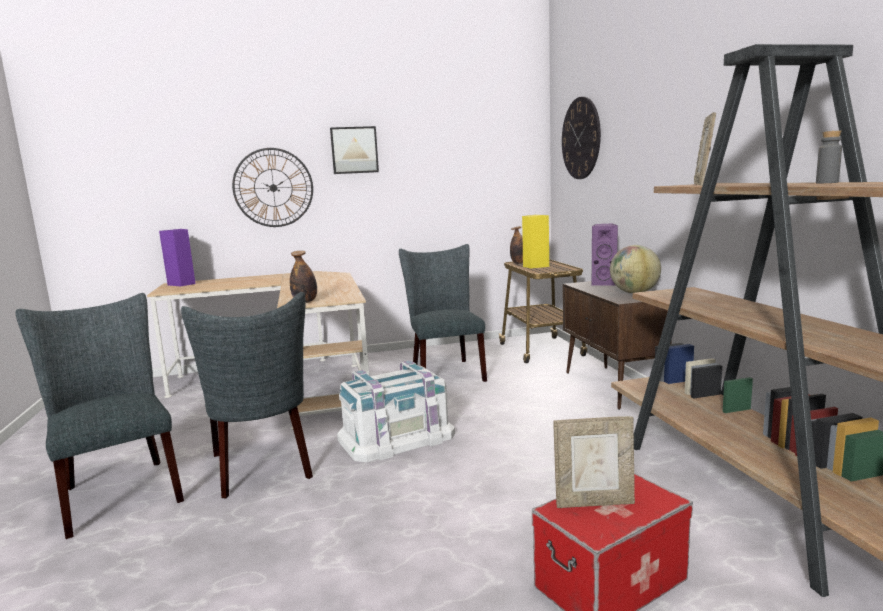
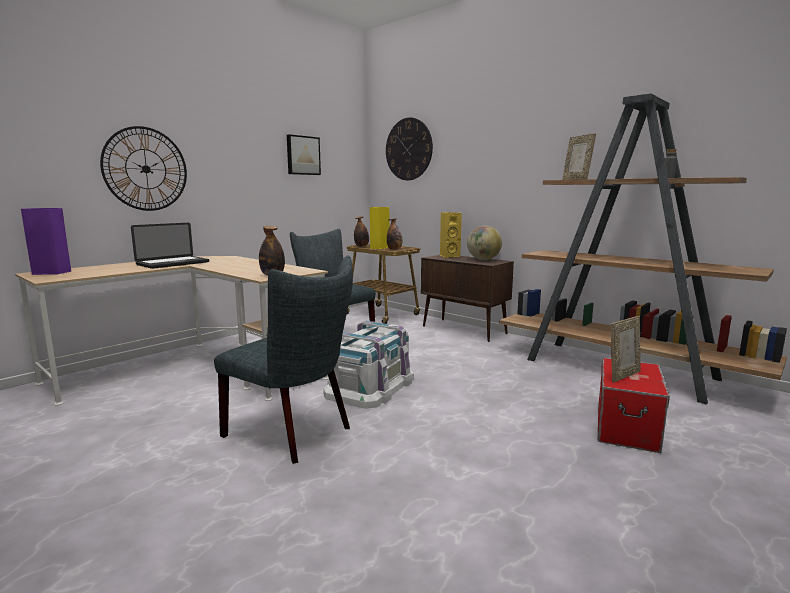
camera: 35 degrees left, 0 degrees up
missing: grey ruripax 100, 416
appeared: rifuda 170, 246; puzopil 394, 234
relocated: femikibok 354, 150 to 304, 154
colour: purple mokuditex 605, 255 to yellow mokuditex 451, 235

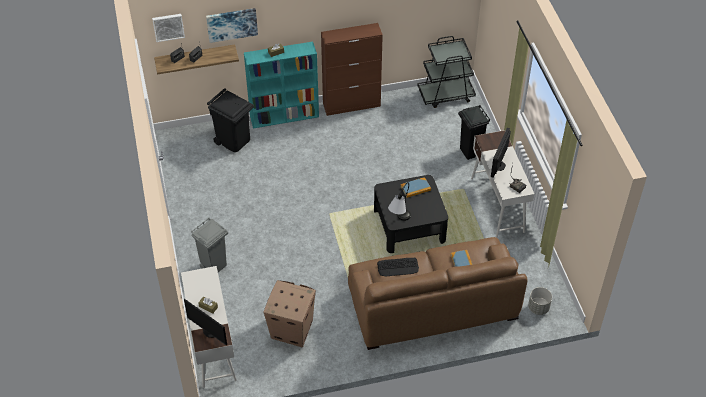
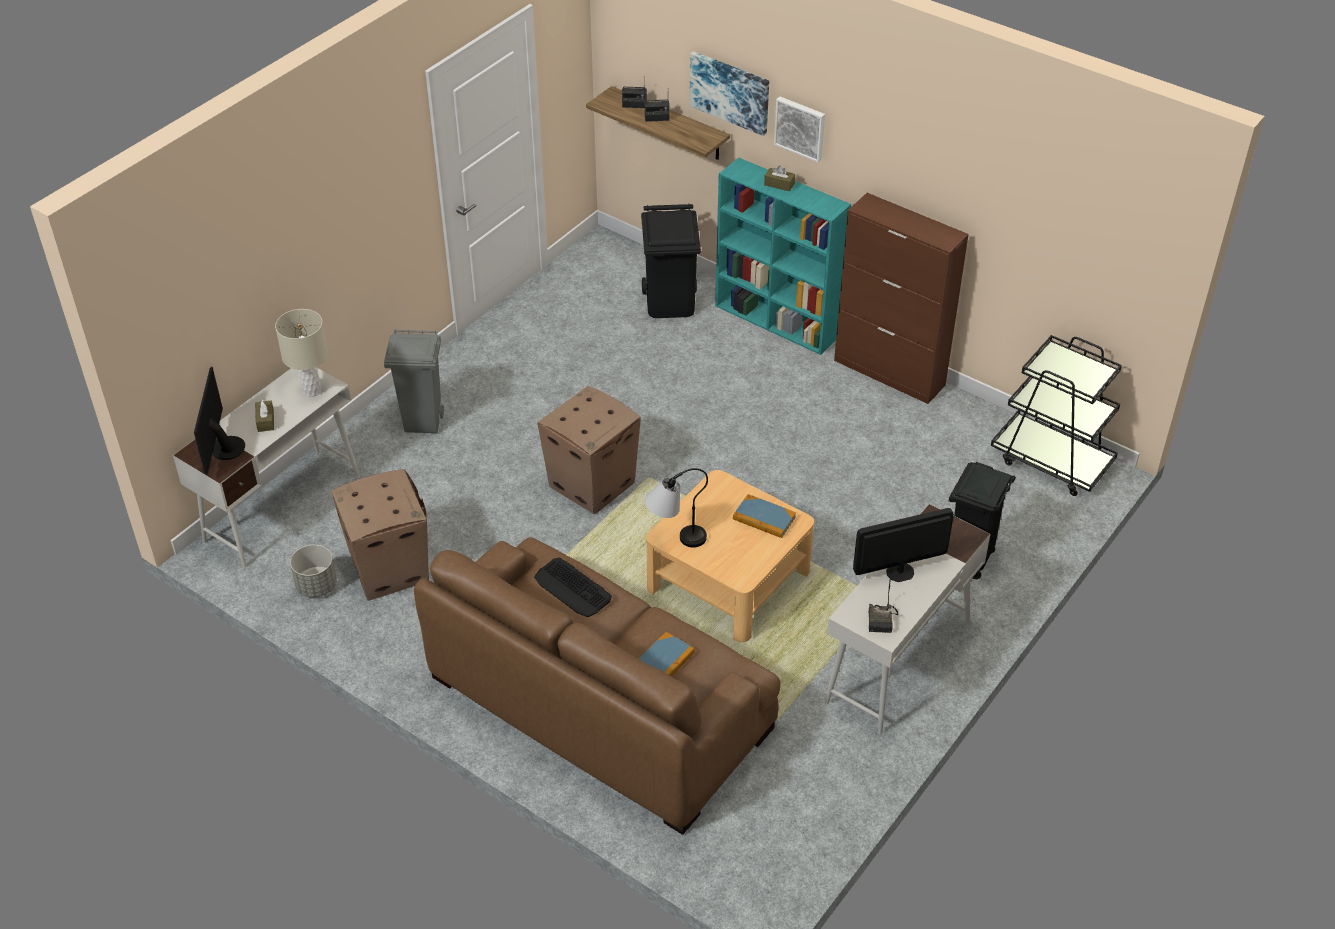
camera: 50 degrees right, 5 degrees down
appeared: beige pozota 301, 353; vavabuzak 589, 450
relocated: femikibok 168, 28 to 799, 129; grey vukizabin 540, 301 to 313, 571
colour: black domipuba 411, 214 to beige domipuba 730, 556

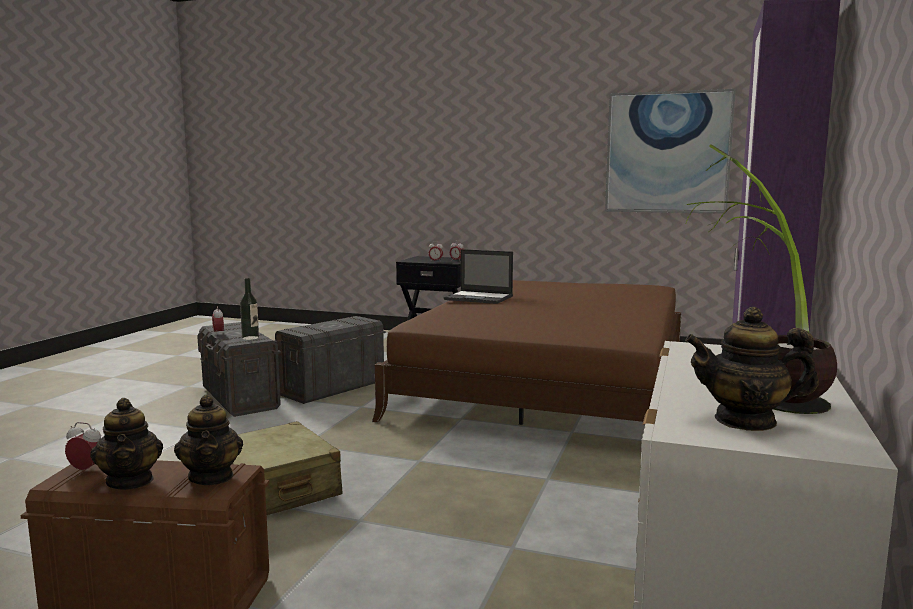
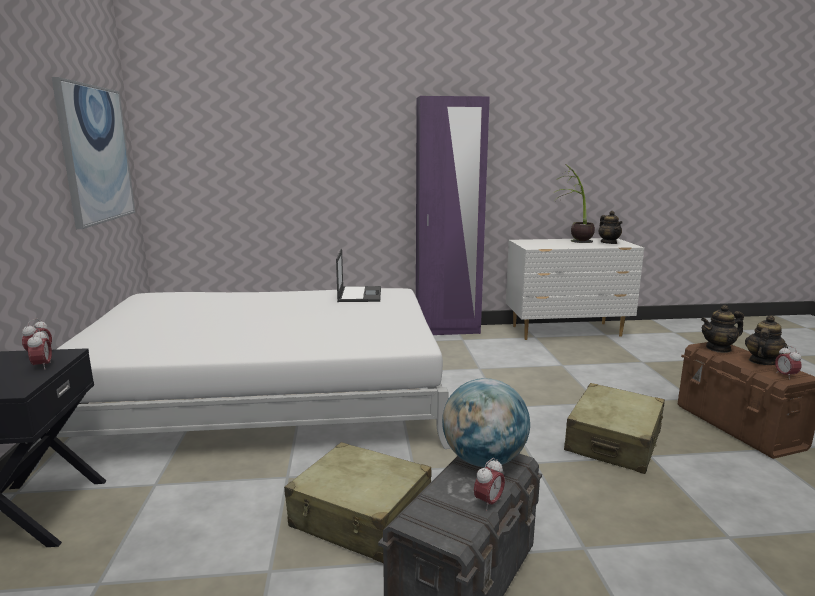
camera: 115 degrees left, 5 degrees up
relocated: rifuda 478, 276 to 358, 275
exchanged: puzopil 249, 309 to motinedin 486, 422; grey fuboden 329, 360 to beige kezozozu 358, 502
colour: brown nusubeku 526, 352 to white nusubeku 240, 380
spun: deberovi 208, 440 = 722, 329 150 degrees counterclockwise

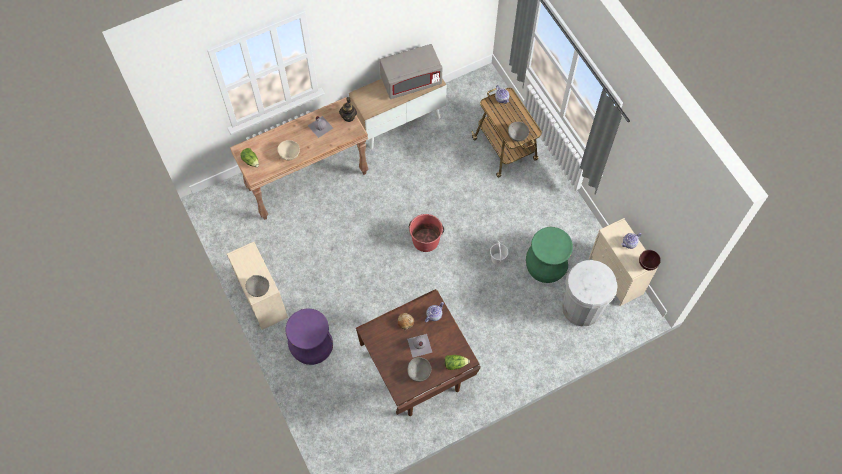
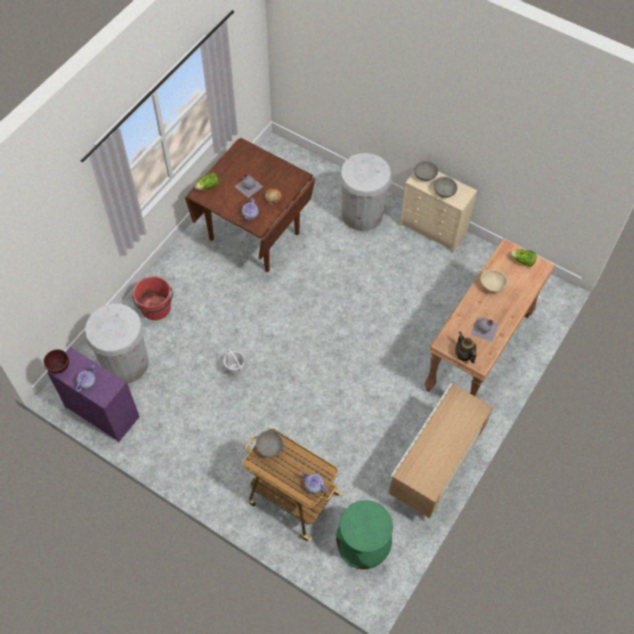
camera: 150 degrees right, 5 degrees down
missing: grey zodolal 411, 71
relocated: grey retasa 419, 369 to 445, 187; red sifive 426, 233 to 152, 298; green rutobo 549, 255 to 364, 534
exchanged: purple rutobo 309, 336 to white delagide 365, 192
colour: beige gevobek 623, 262 to purple gevobek 93, 394

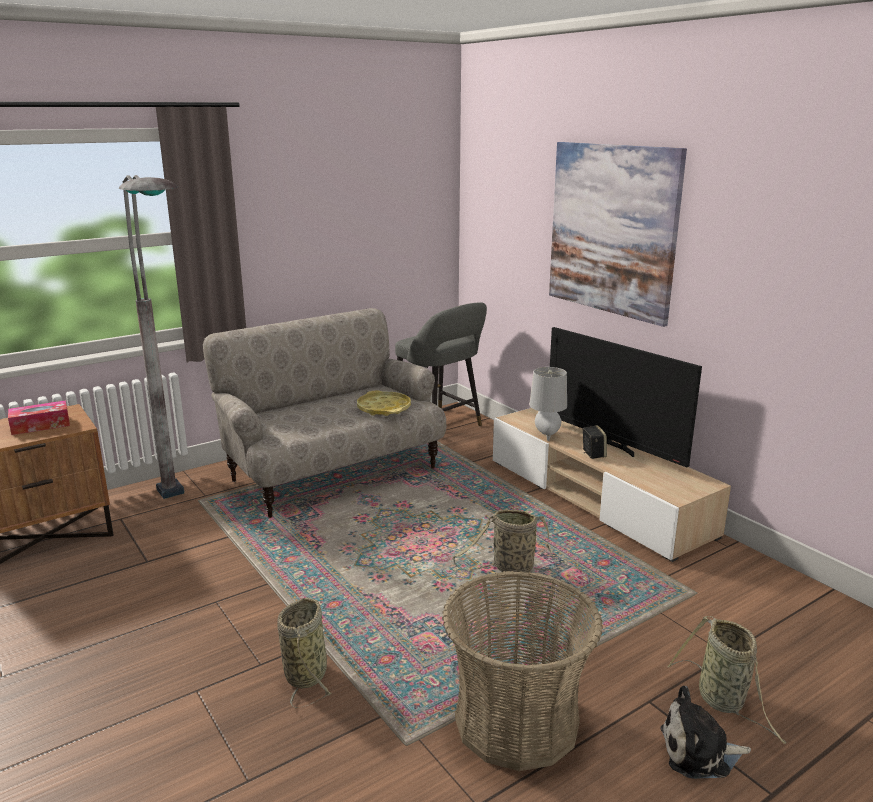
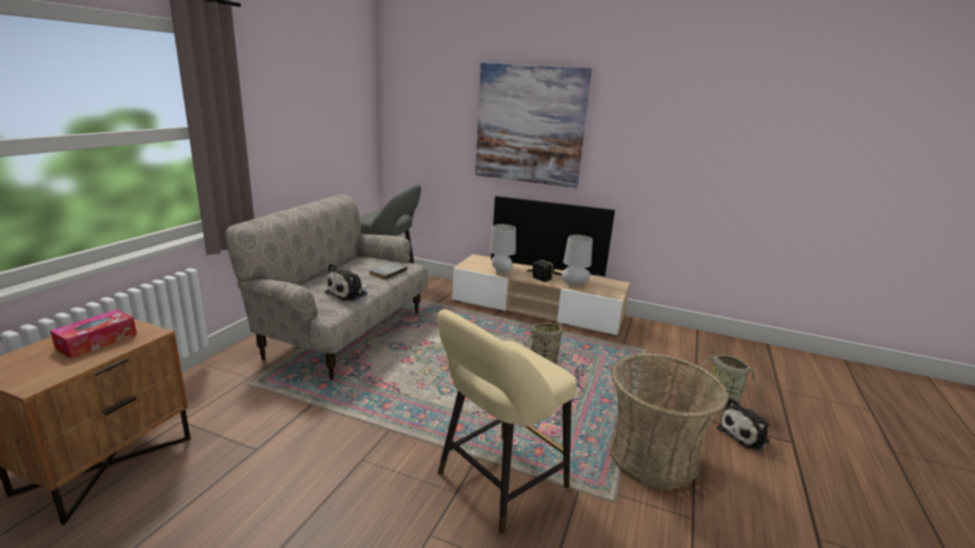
camera: 35 degrees left, 0 degrees up
missing: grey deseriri 151, 337
appeared: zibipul 346, 282; grey pozota 577, 261
exchanged: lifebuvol 304, 652 to beige rutobo 507, 421; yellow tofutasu 384, 403 to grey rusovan 388, 271

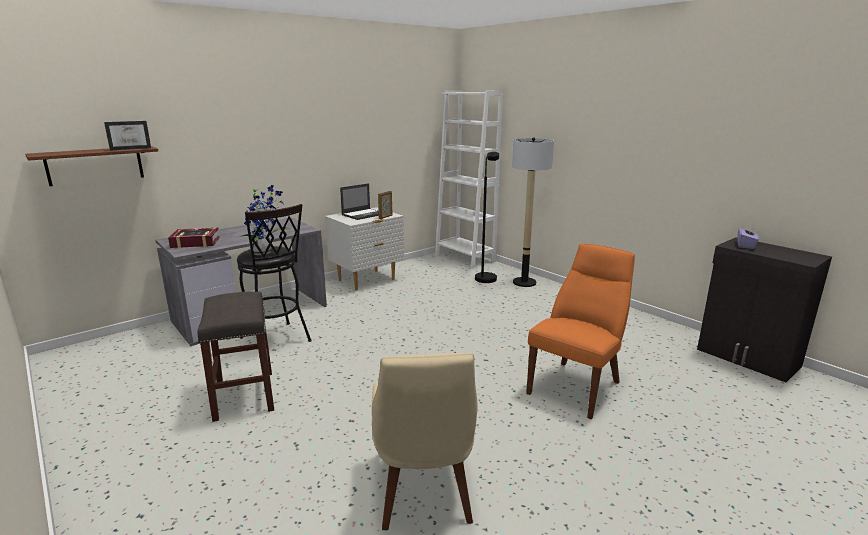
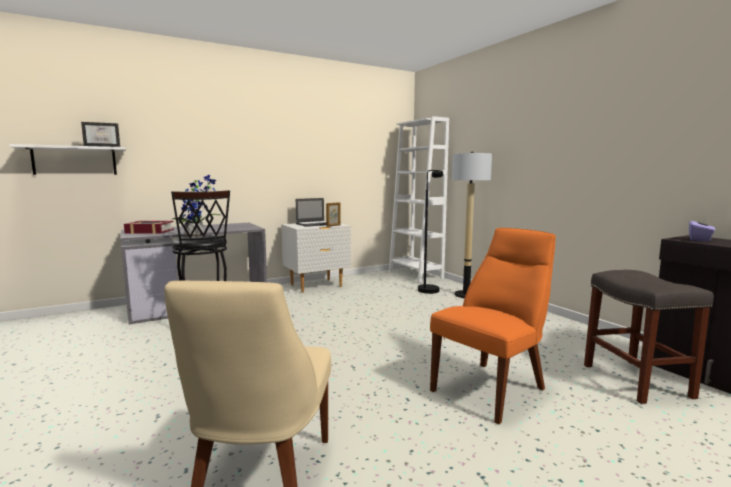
camera: 10 degrees right, 10 degrees down
relocated: grey rutobo 235, 357 to 649, 337
colour: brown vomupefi 91, 166 to white vomupefi 67, 159

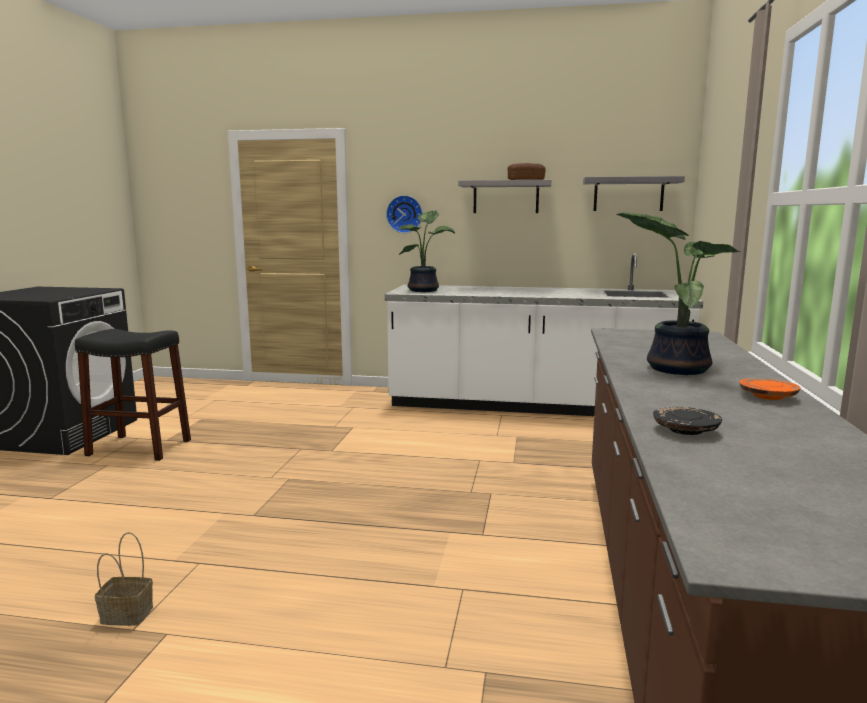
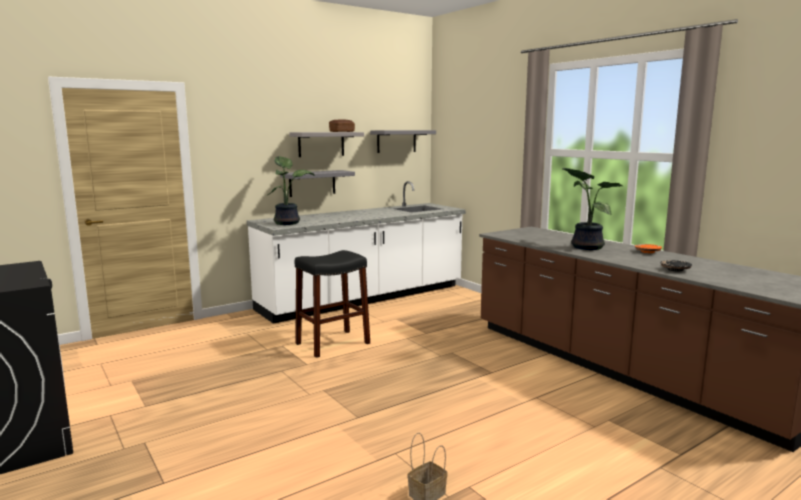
camera: 45 degrees left, 0 degrees up
missing: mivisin 404, 214
appeared: grey vomupefi 317, 183
relocated: black rutobo 133, 395 to 332, 304

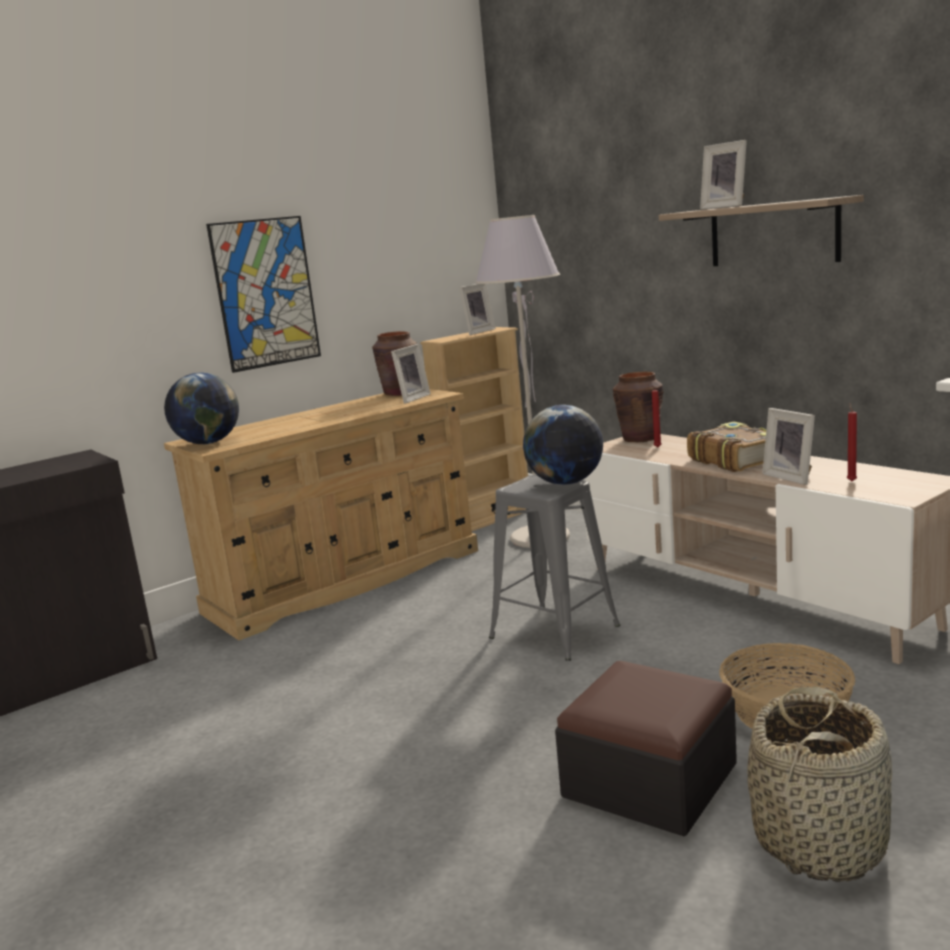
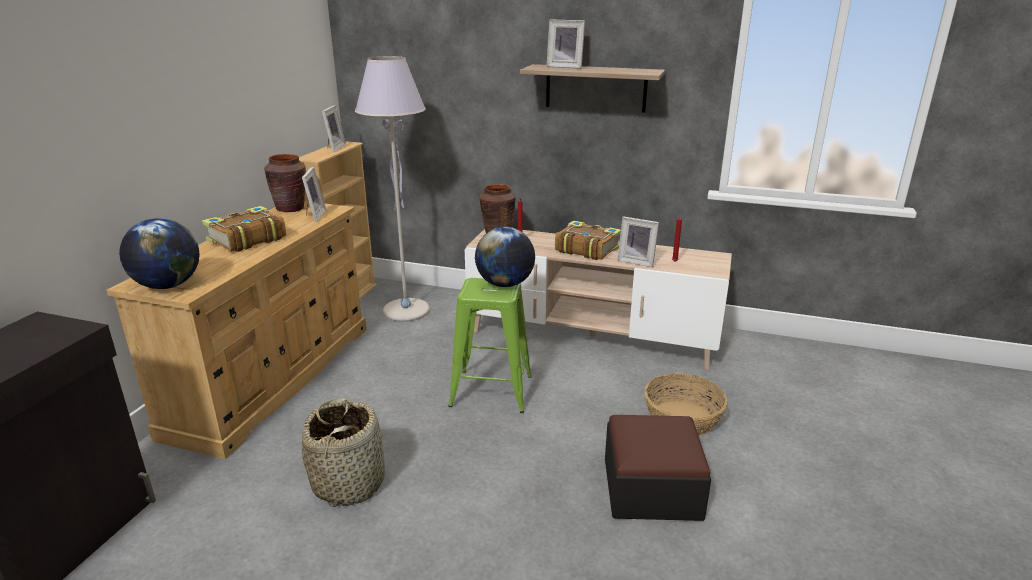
camera: 35 degrees left, 10 degrees up
missing: femikibok 263, 294
appeared: rusovan 244, 229
relocated: lifebuvol 819, 784 to 343, 452
colour: grey rutobo 554, 567 to green rutobo 490, 345

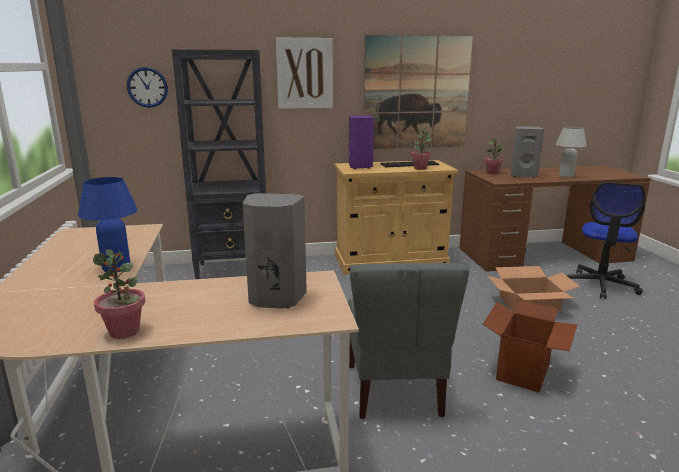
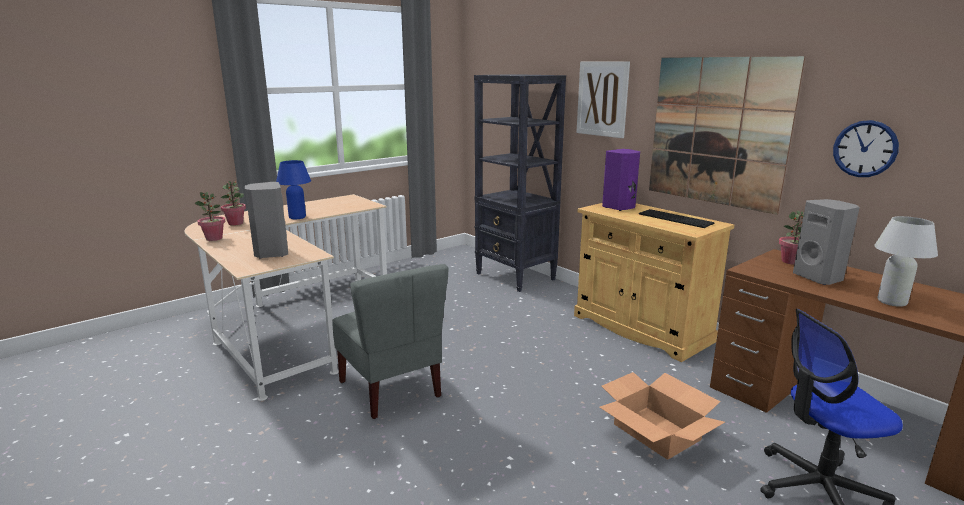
camera: 60 degrees right, 0 degrees up
missing: vavabuzak 530, 346
relocated: mivisin 147, 87 to 866, 148; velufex 421, 150 to 233, 203
spun: grey ruripax 409, 341 = 390, 341 90 degrees counterclockwise

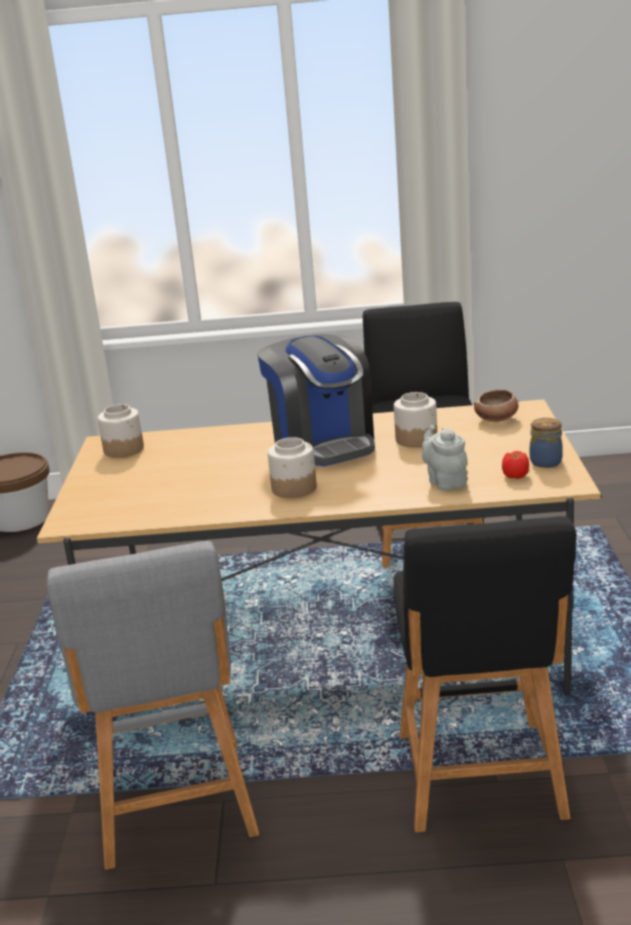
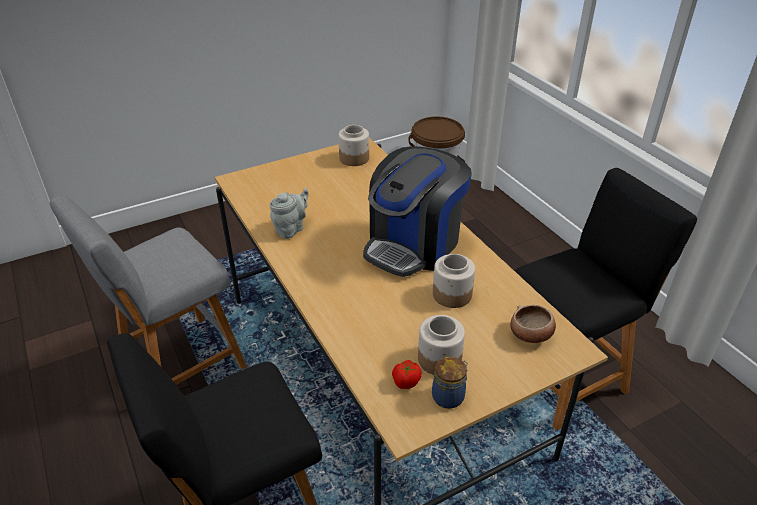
camera: 60 degrees right, 15 degrees up
relocated: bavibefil 292, 467 to 441, 345; grey deberovi 444, 458 to 288, 213

